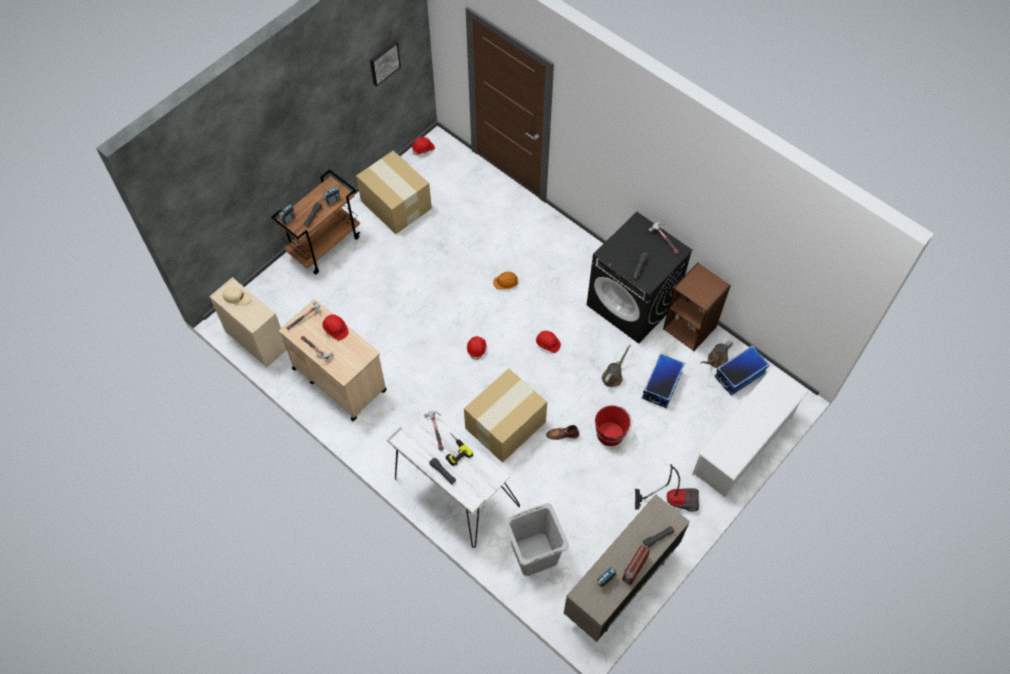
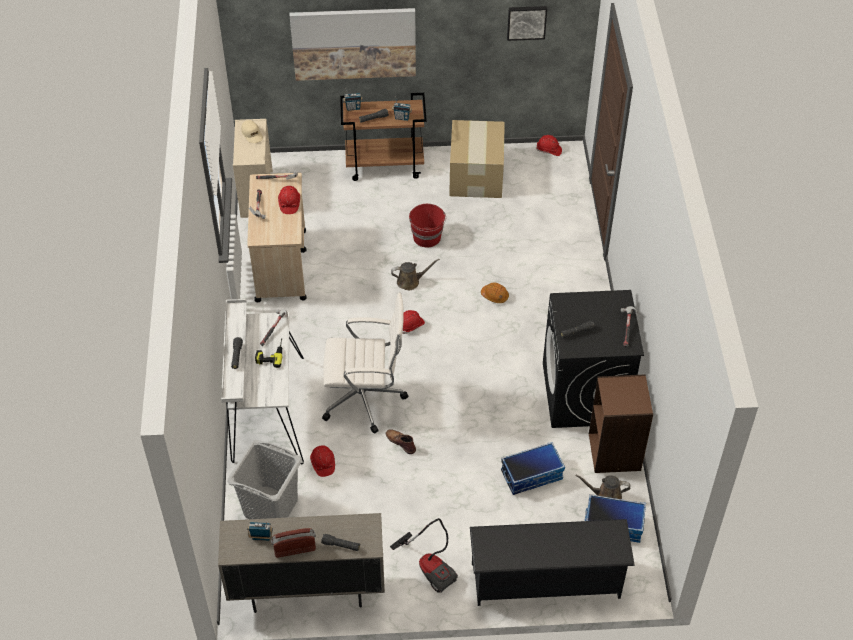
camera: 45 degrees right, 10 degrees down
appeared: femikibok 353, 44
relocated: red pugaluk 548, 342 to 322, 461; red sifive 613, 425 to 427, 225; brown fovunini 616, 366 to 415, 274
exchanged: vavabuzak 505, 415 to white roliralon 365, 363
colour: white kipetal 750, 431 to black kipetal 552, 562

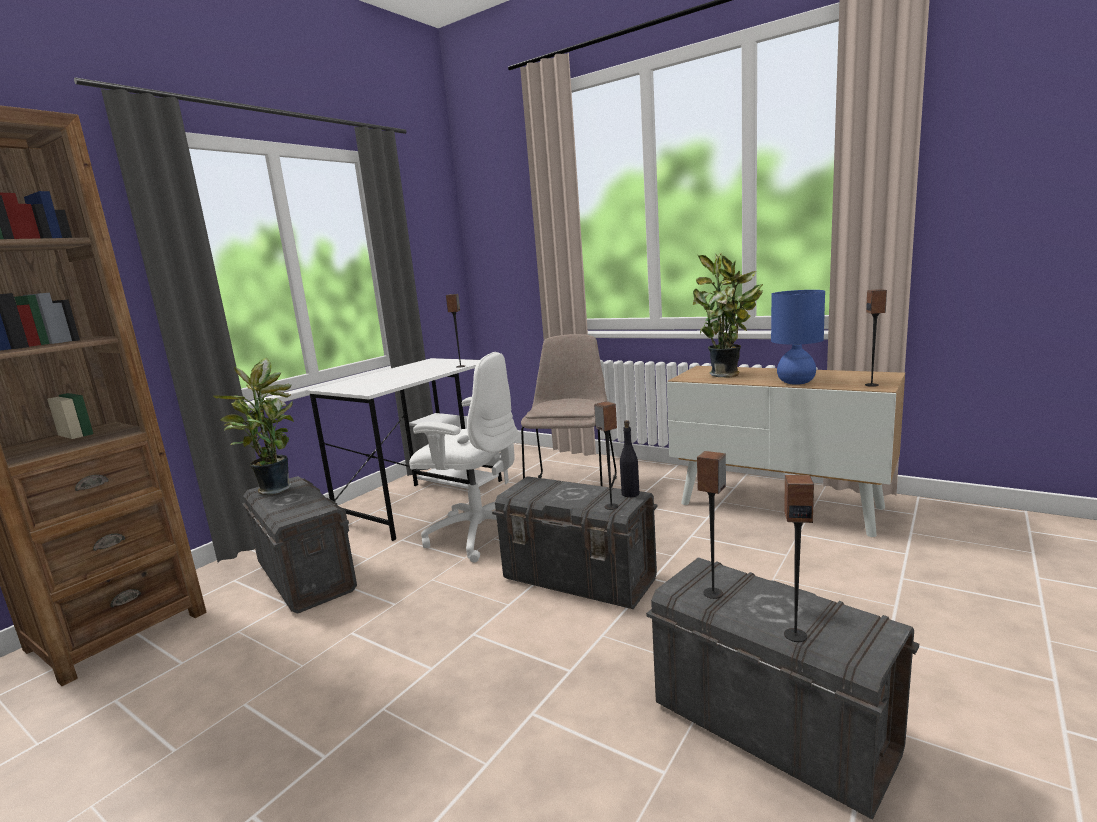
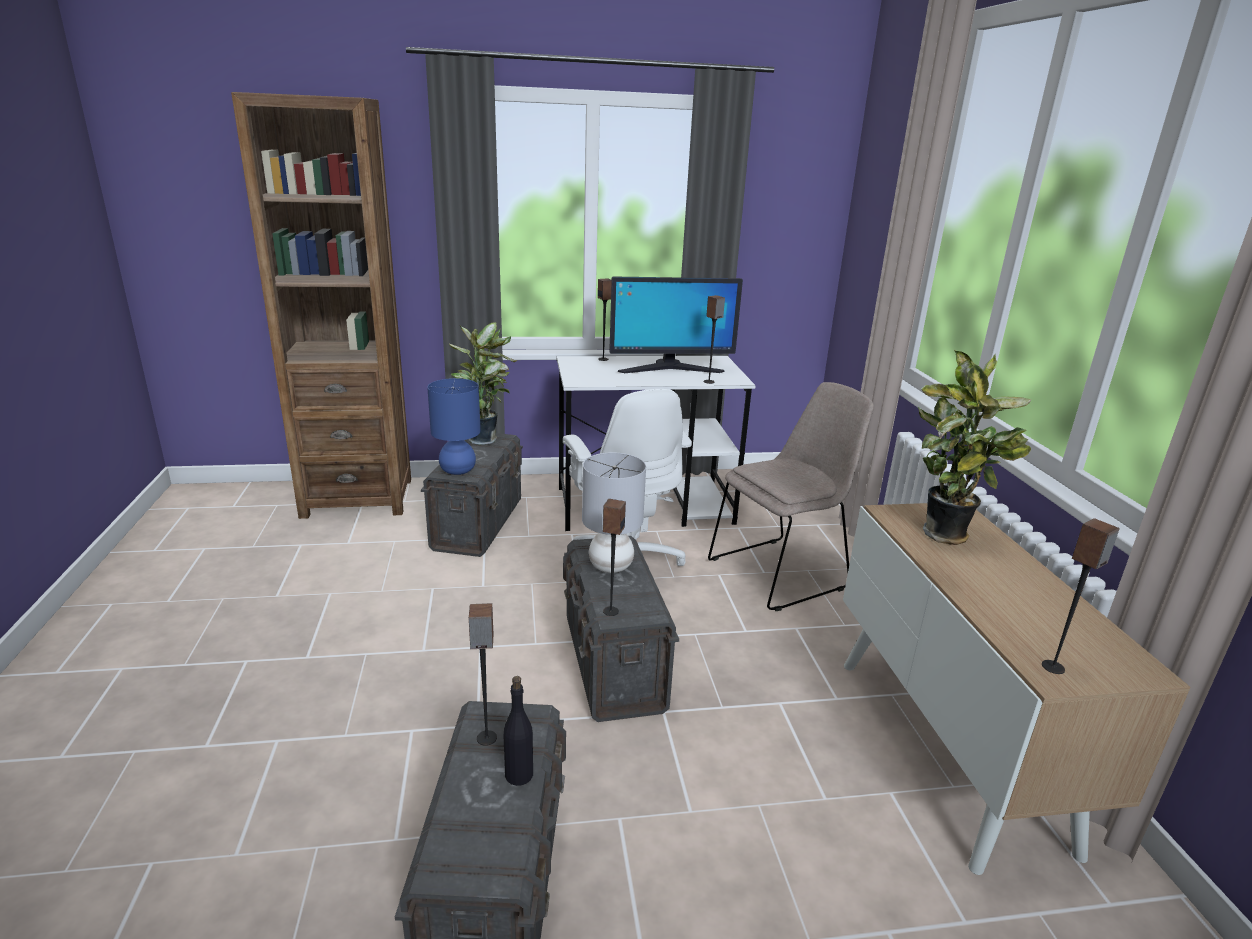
camera: 45 degrees right, 10 degrees up
appeared: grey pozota 614, 512; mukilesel 676, 324
relocated: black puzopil 629, 458 to 518, 731; blue pozota 798, 337 to 454, 426; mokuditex 799, 558 to 605, 319

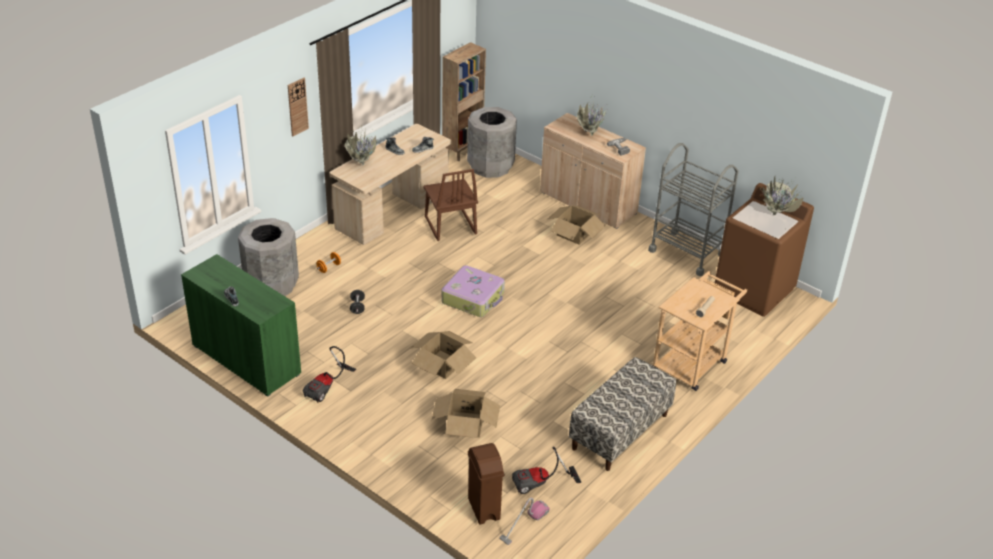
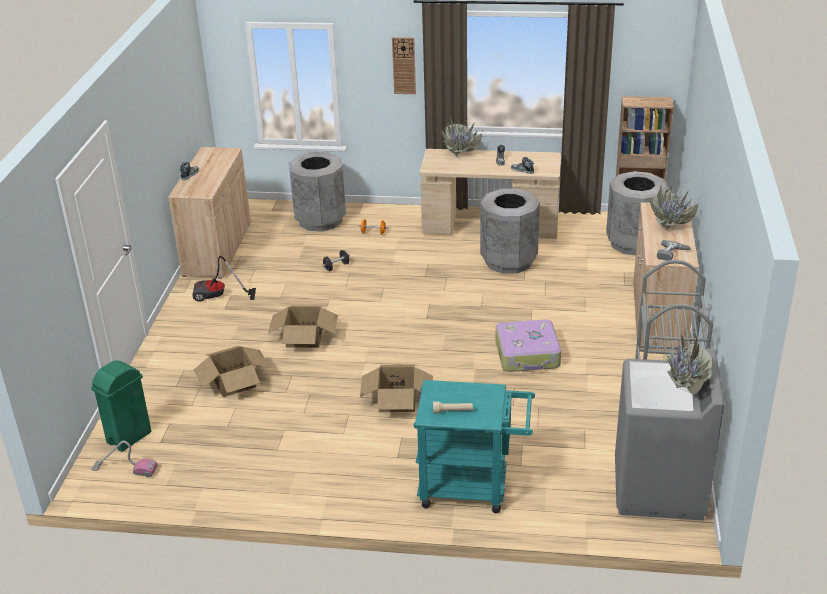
camera: 60 degrees right, 5 degrees down
missing: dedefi 546, 470; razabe 622, 414
relocated: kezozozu 473, 291 to 528, 346; vavabuzak 575, 225 to 396, 388
exchanged: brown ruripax 450, 205 to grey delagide 510, 231
colour: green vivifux 241, 325 to beige vivifux 209, 213; brown delagide 486, 483 to green delagide 121, 406; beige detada 700, 331 to turquoise detada 474, 446; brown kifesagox 764, 250 to grey kifesagox 669, 434

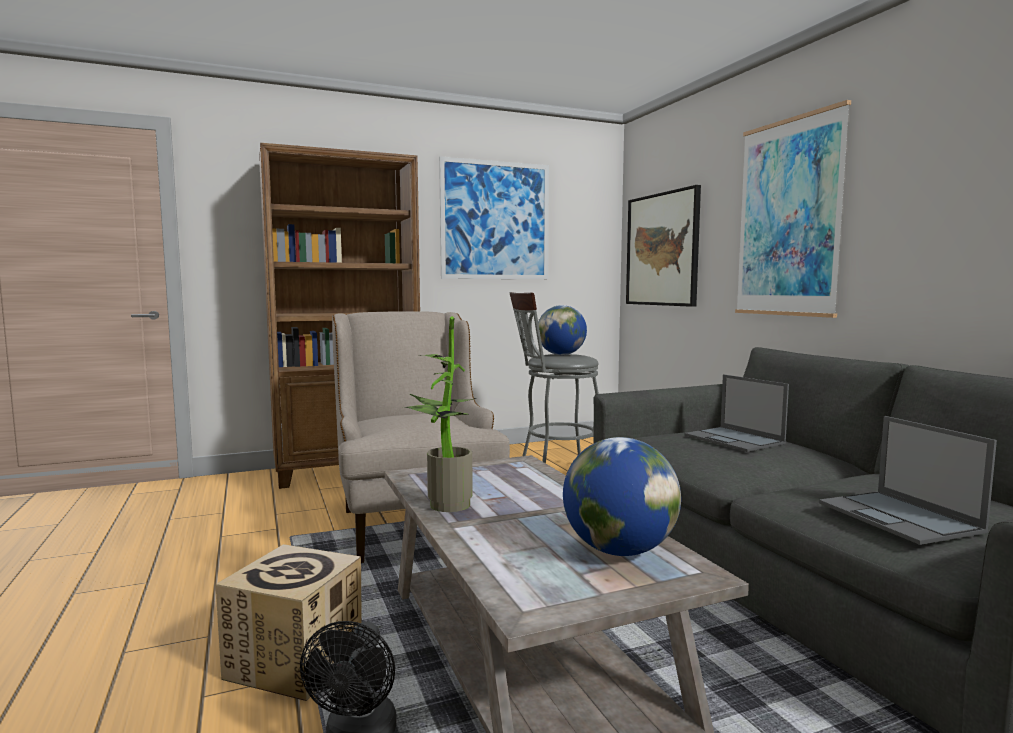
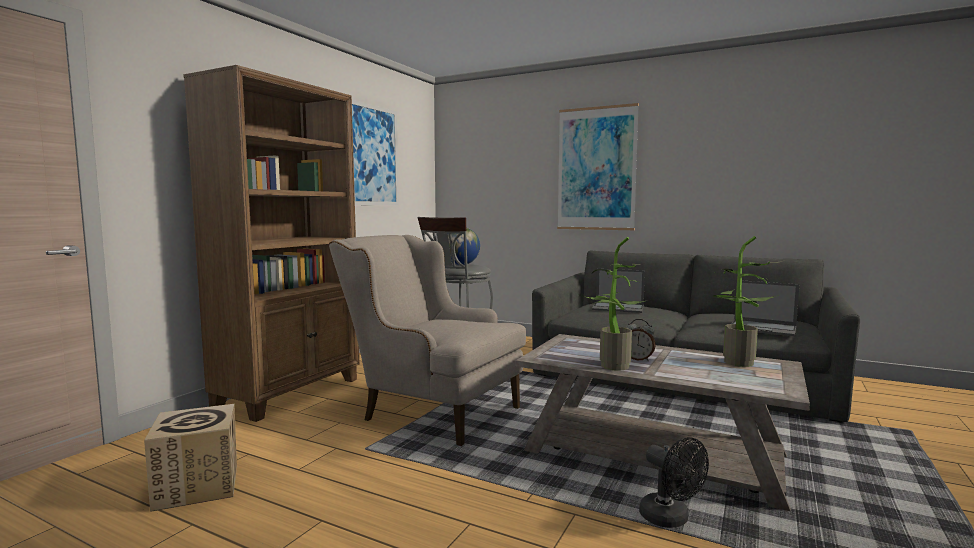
camera: 40 degrees left, 0 degrees up
missing: femikibok 663, 246
appeared: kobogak 641, 340
relocated: vavabuzak 289, 622 to 190, 458
exchanged: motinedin 622, 496 to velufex 749, 301

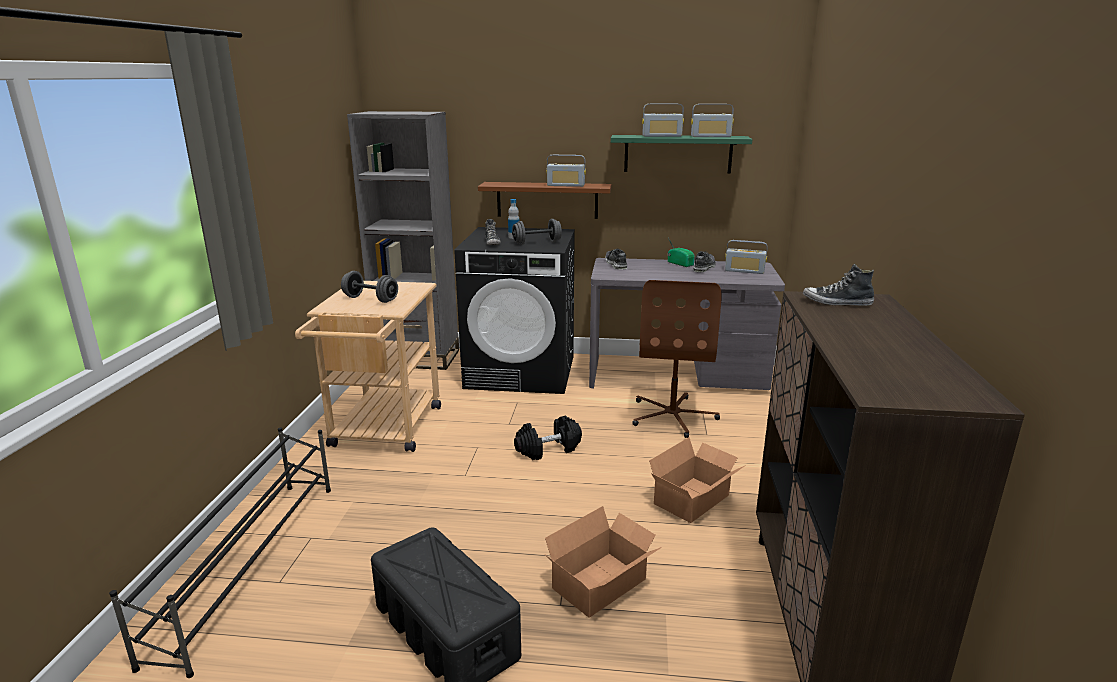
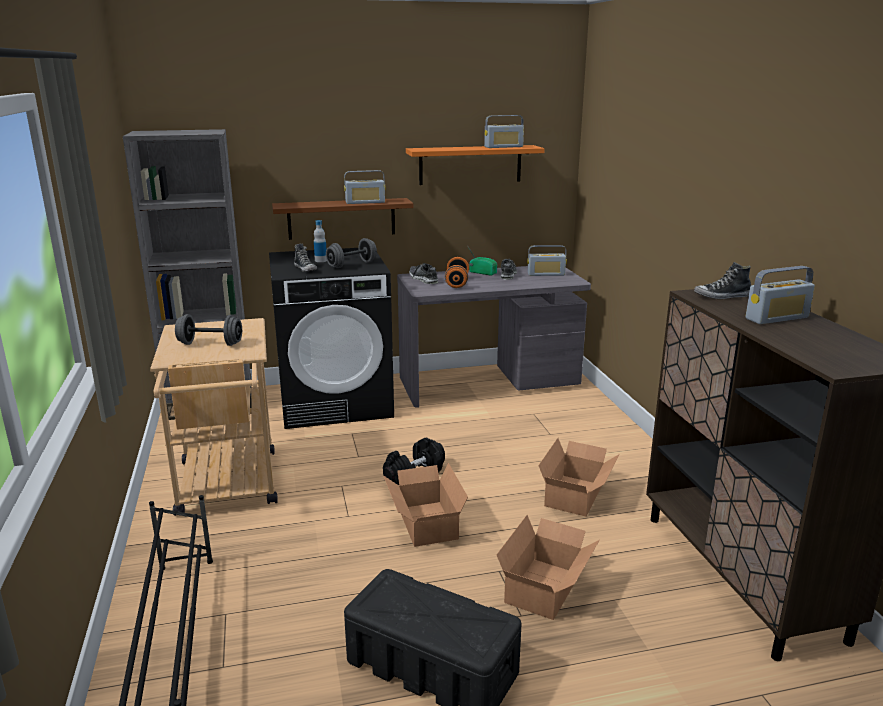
camera: 20 degrees left, 0 degrees up
missing: brown roliralon 677, 359
appeared: vavabuzak 425, 505; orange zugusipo 457, 272
relocated: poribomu 663, 120 to 780, 295
colour: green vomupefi 682, 154 to orange vomupefi 475, 165

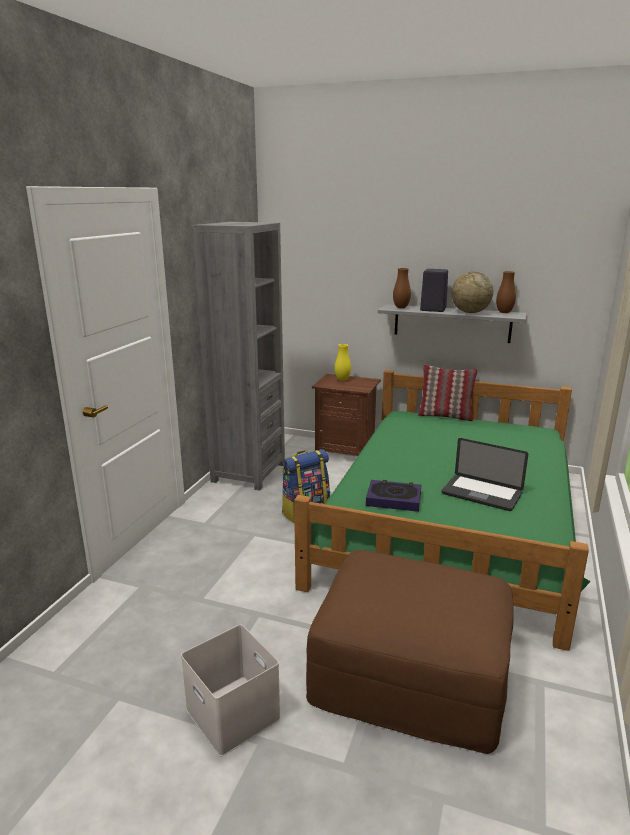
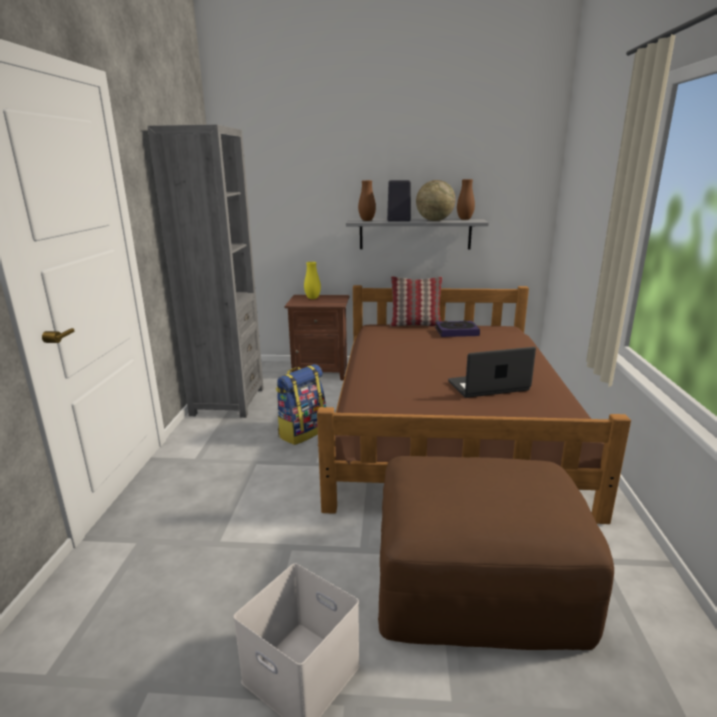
camera: 15 degrees left, 0 degrees up
relocated: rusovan 393, 496 to 457, 328
colour: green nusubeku 442, 510 to brown nusubeku 474, 404
spun: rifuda 484, 474 = 492, 372 150 degrees clockwise

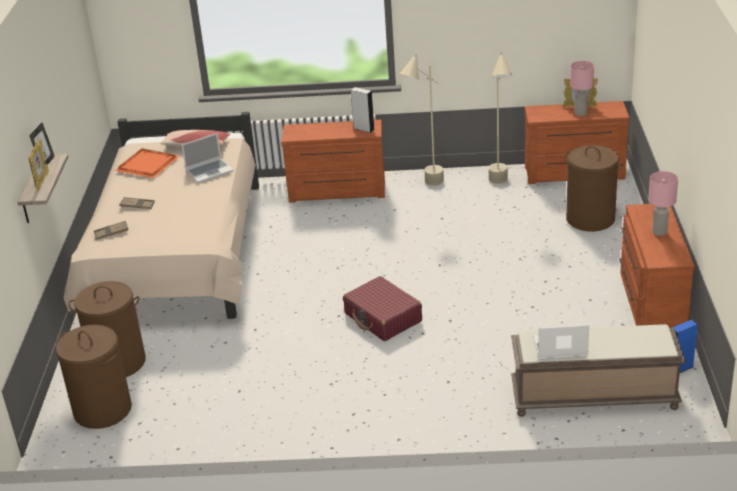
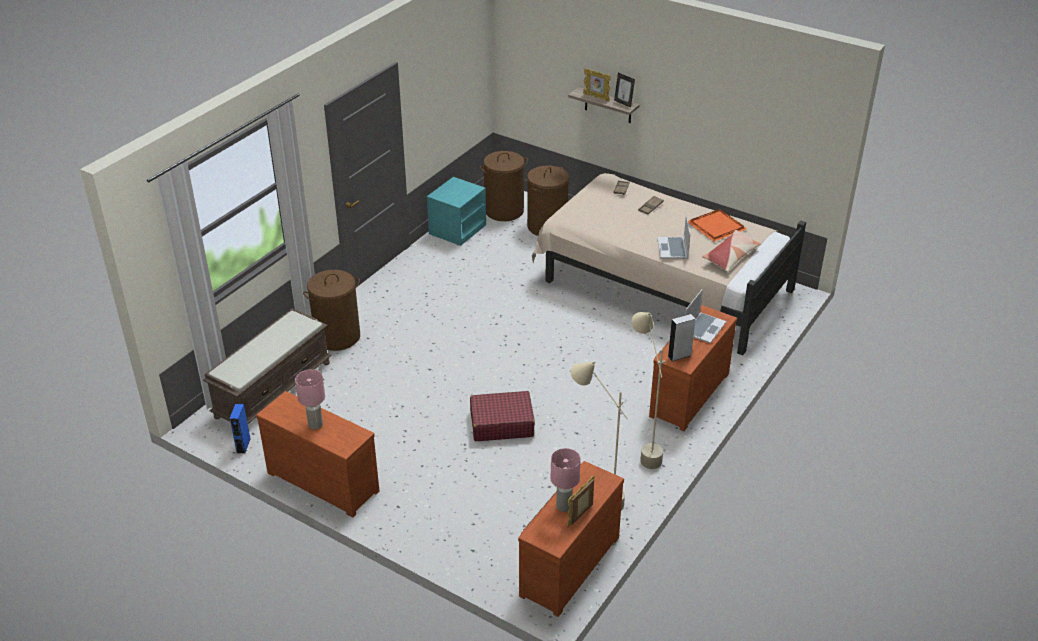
camera: 120 degrees right, 5 degrees up
appeared: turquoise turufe 456, 211
relocated: red kezozozu 382, 308 to 502, 416; rifuda 561, 342 to 705, 316; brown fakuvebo 593, 188 to 331, 310

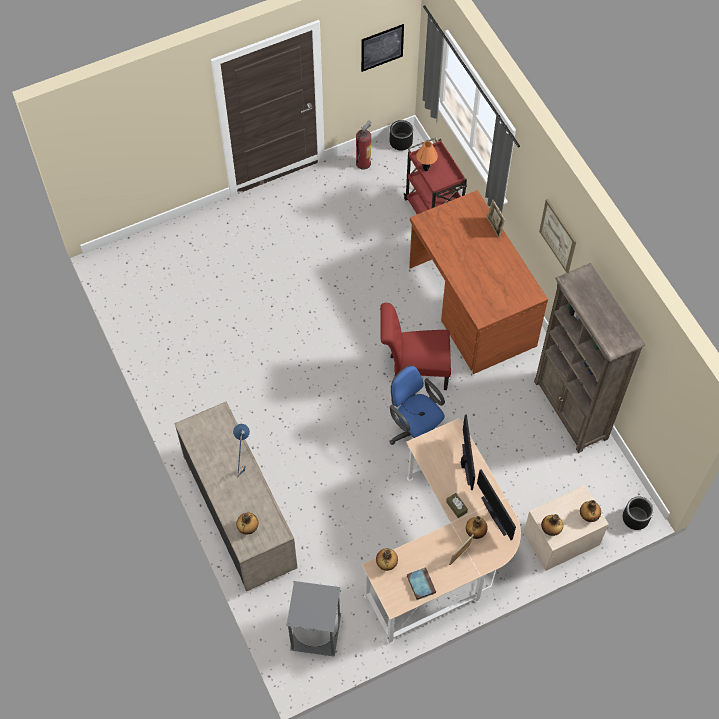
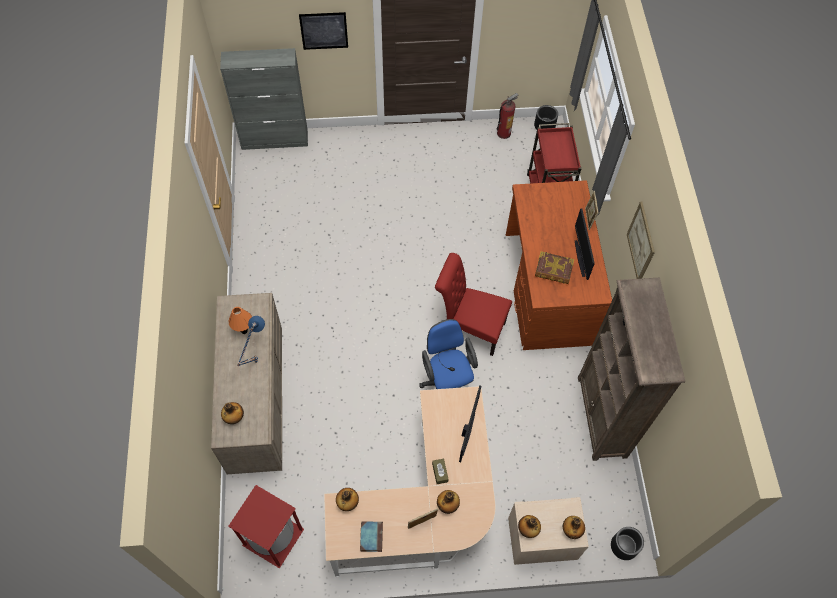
camera: 20 degrees right, 0 degrees up
appeared: grey vivifux 264, 99; rusovan 555, 267
relocated: femikibok 382, 48 to 323, 31; orange pozota 427, 156 to 240, 320; mukilesel 496, 504 to 585, 244
colour: grey delagide 313, 619 to red delagide 266, 527

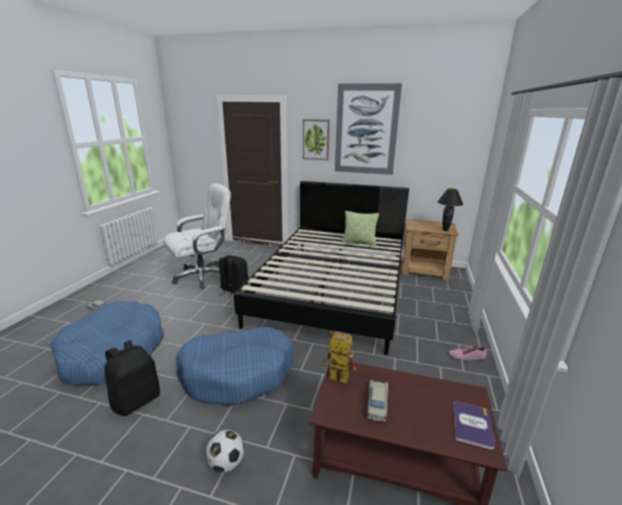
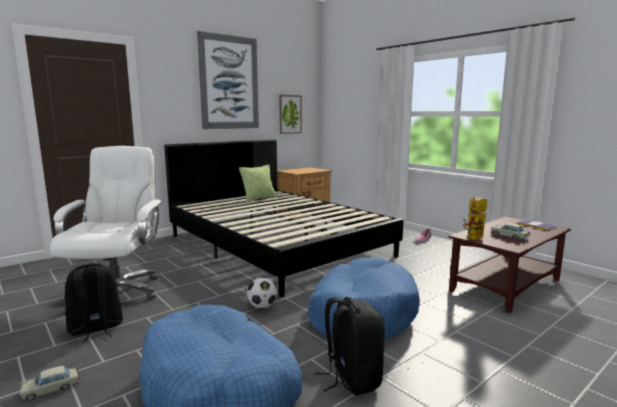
camera: 55 degrees left, 10 degrees down
missing: black pozota 450, 210
relocated: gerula 224, 451 to 262, 293; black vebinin 233, 276 to 94, 303; femikibok 316, 139 to 290, 114

